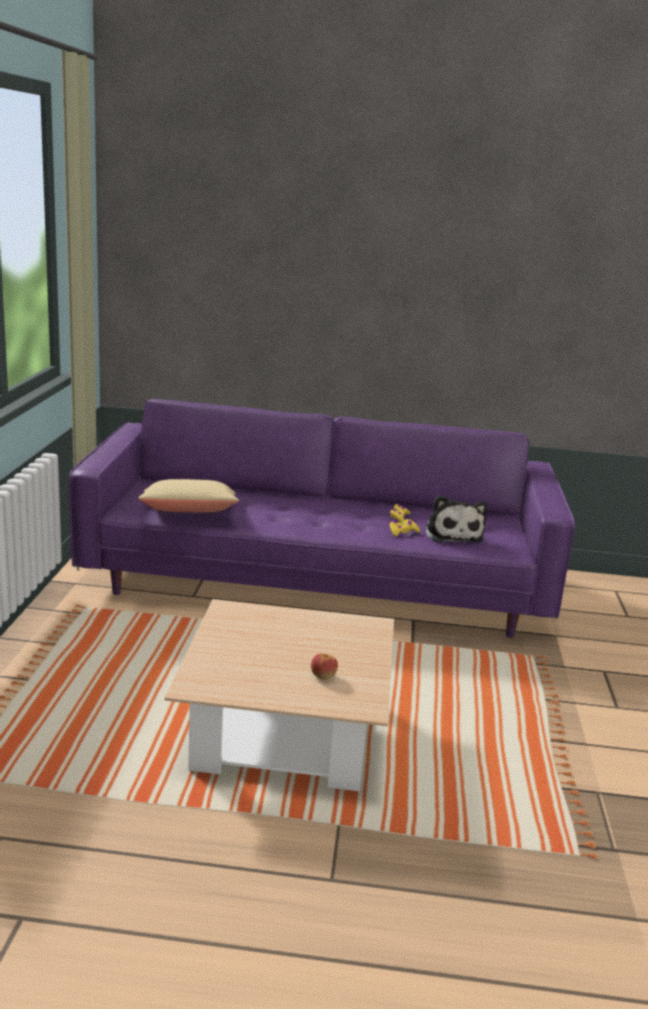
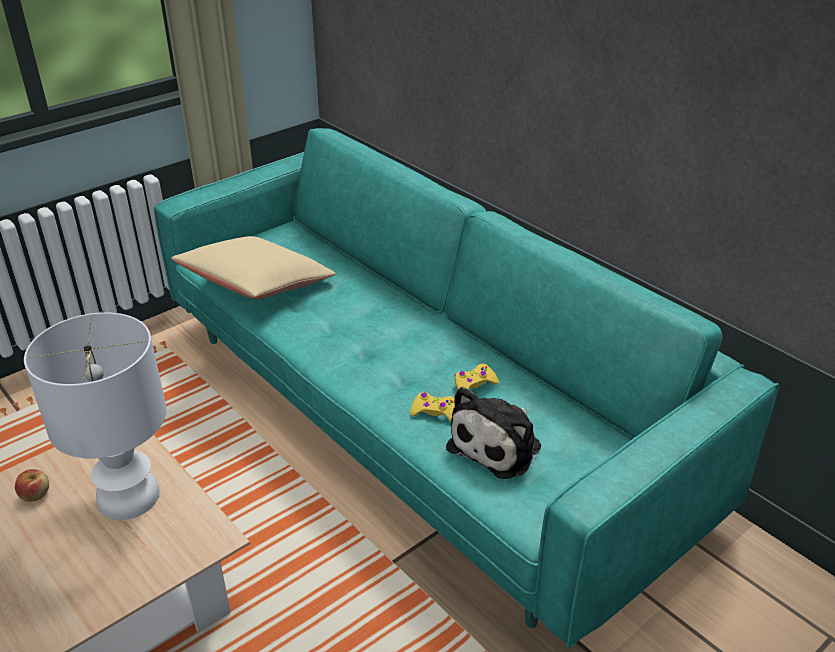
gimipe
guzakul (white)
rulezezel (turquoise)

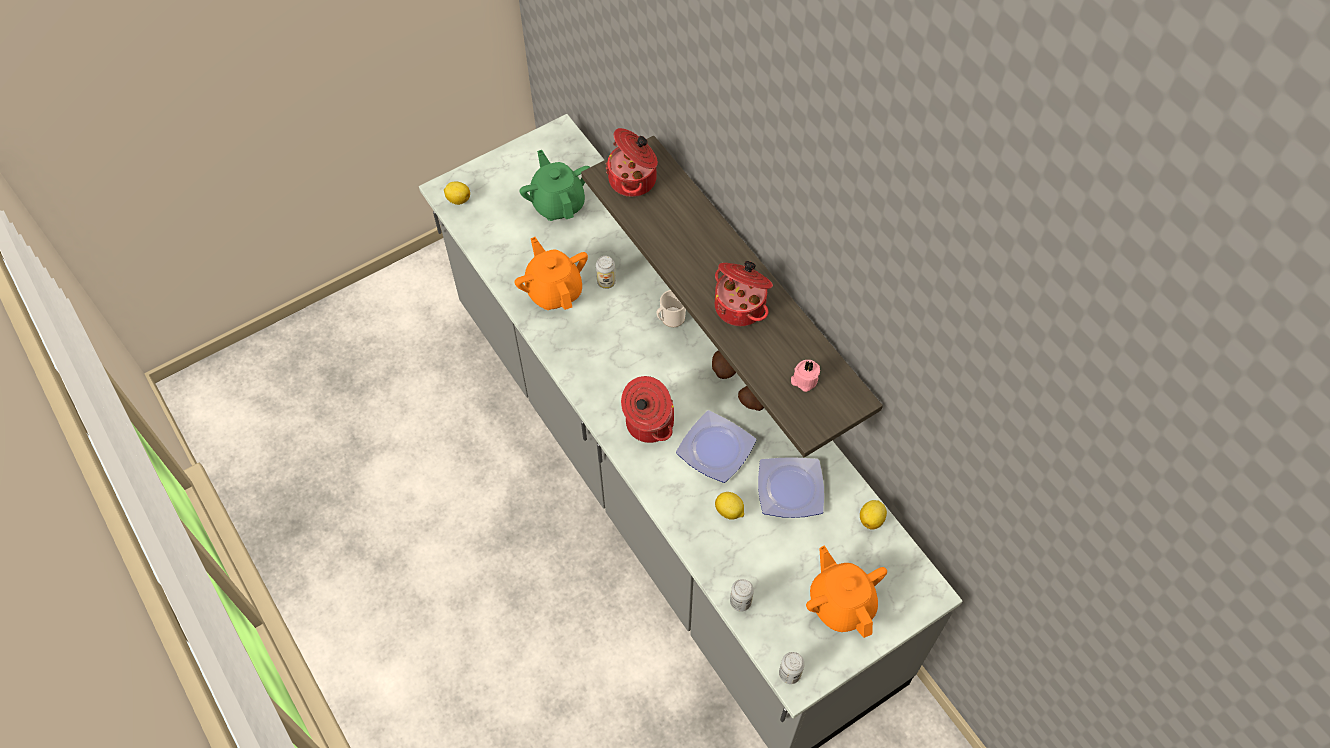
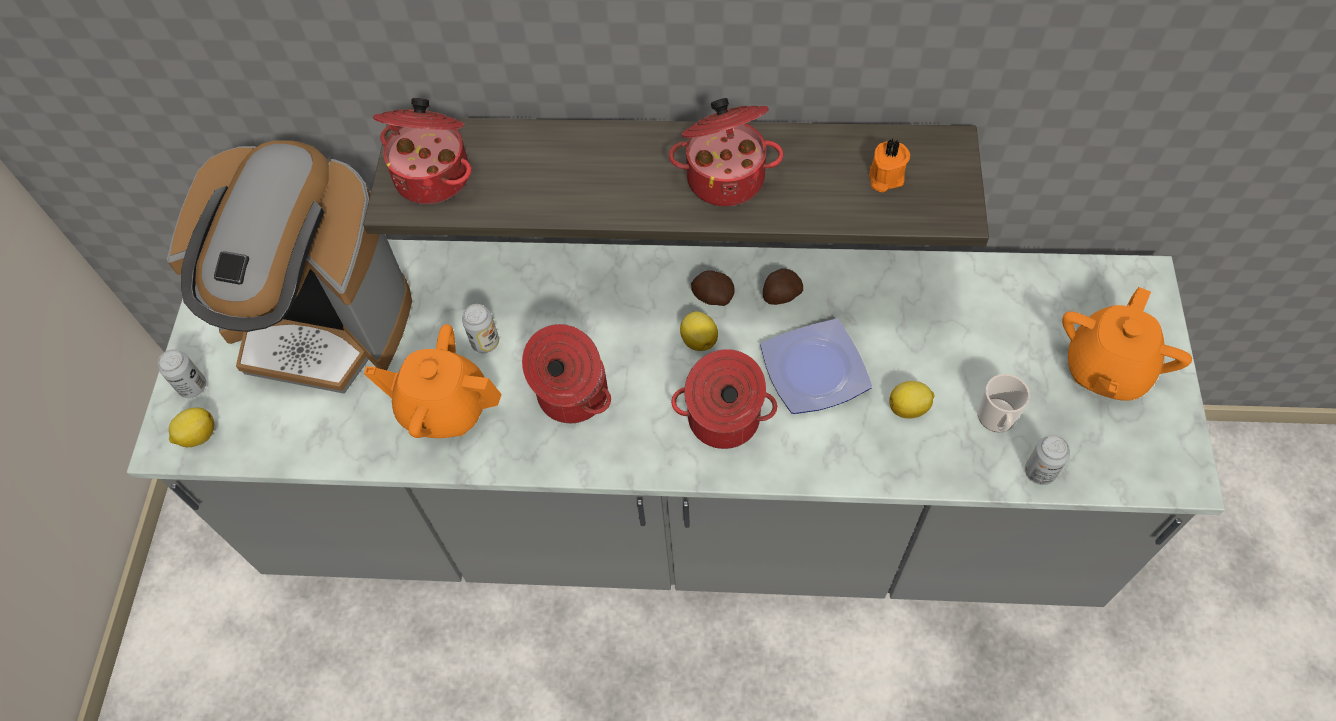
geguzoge (1st from left)
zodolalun
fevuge (2nd from left)
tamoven (2nd from left)
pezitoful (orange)
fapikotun
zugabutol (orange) (2nd from left)
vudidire (2nd from left in the first image)

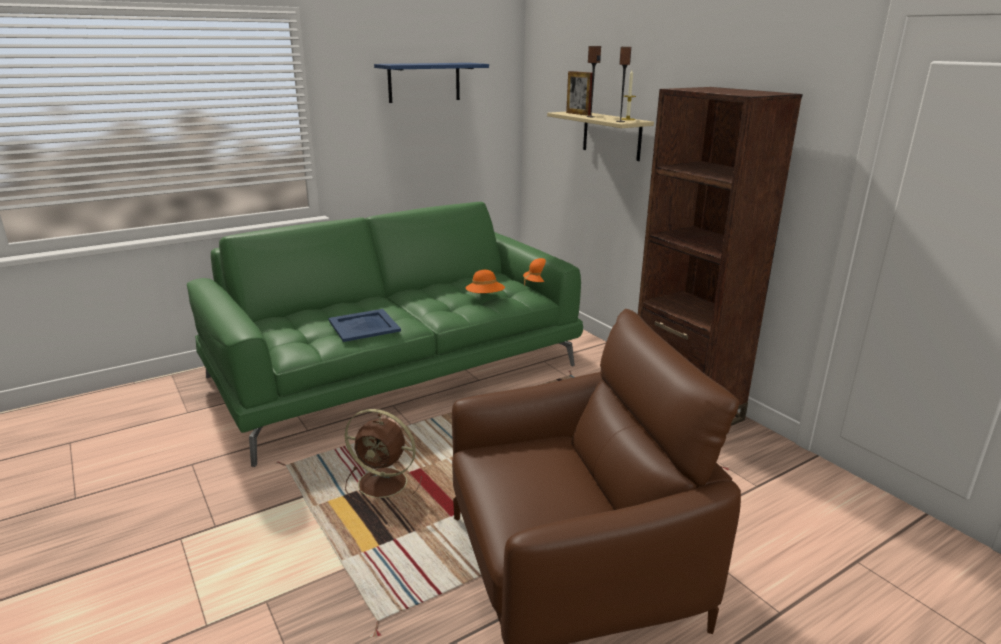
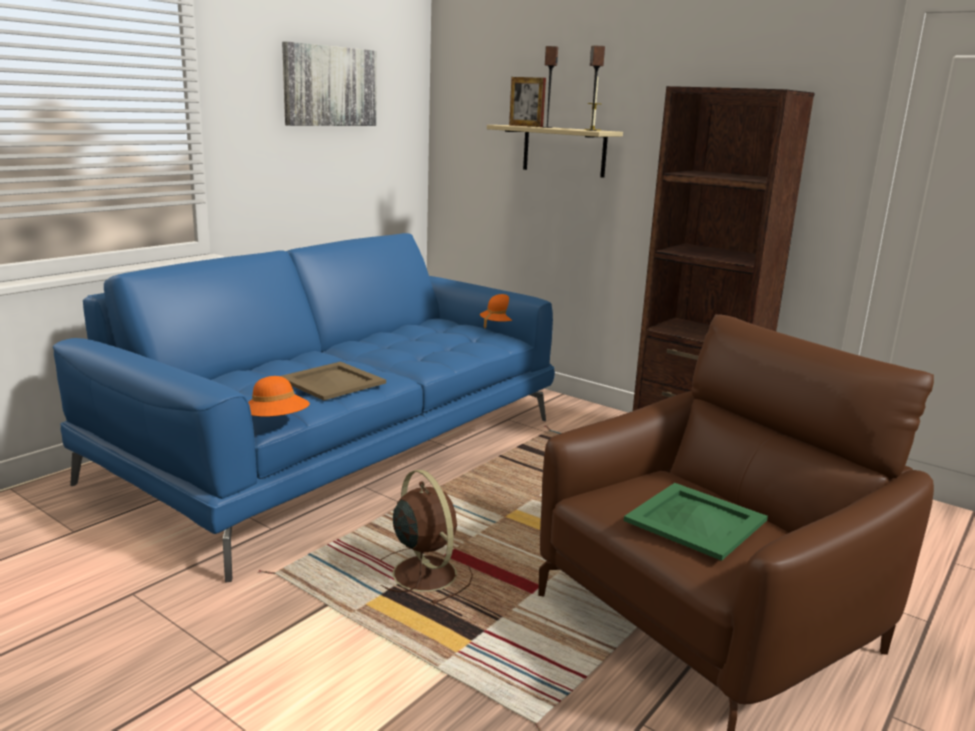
rulezezel (blue)
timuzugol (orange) (1st from left)
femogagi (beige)
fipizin
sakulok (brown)
femogagi (green)

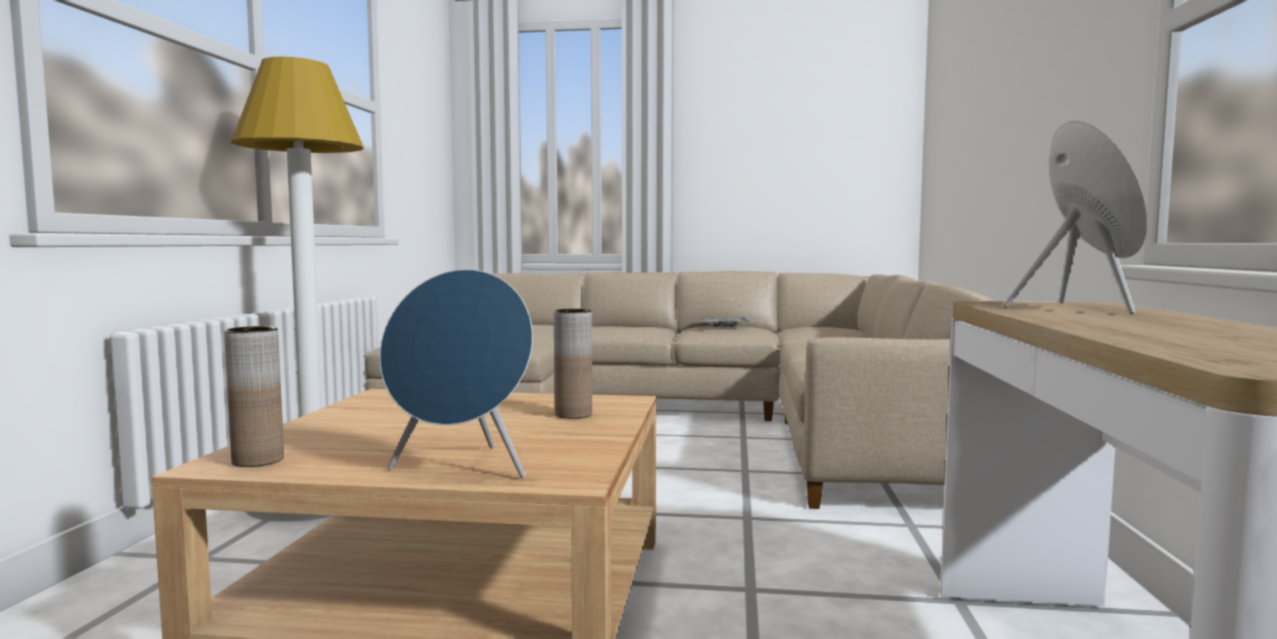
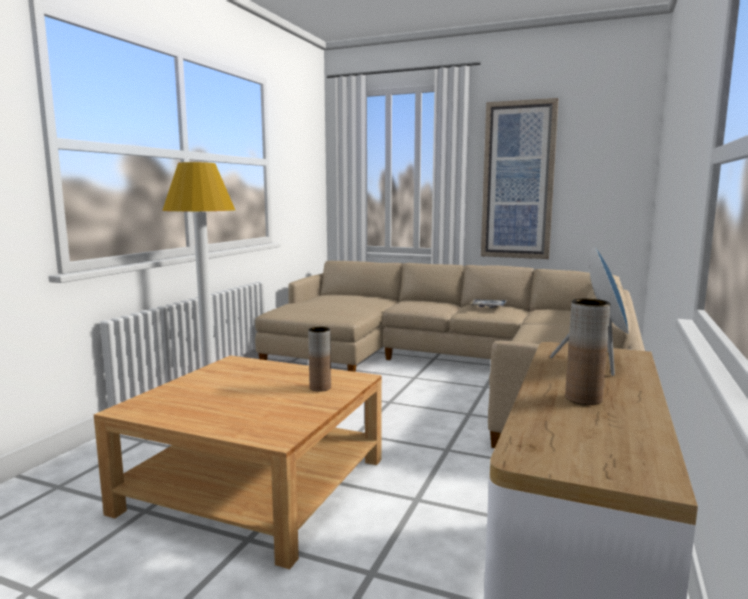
fipizin
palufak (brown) (2nd from left)
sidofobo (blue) (1st from left in the first image)

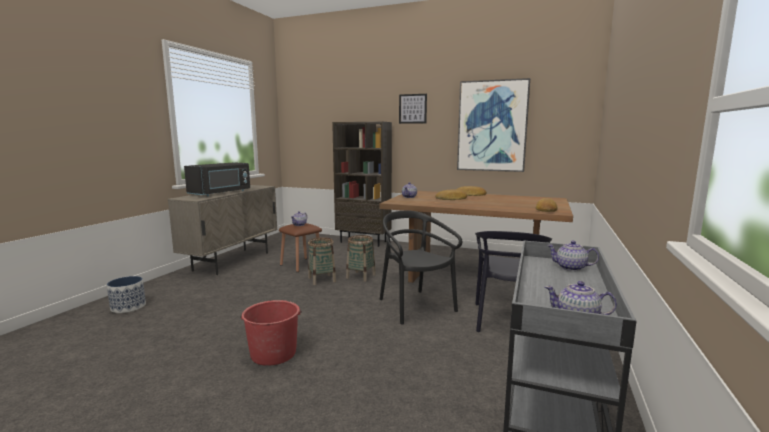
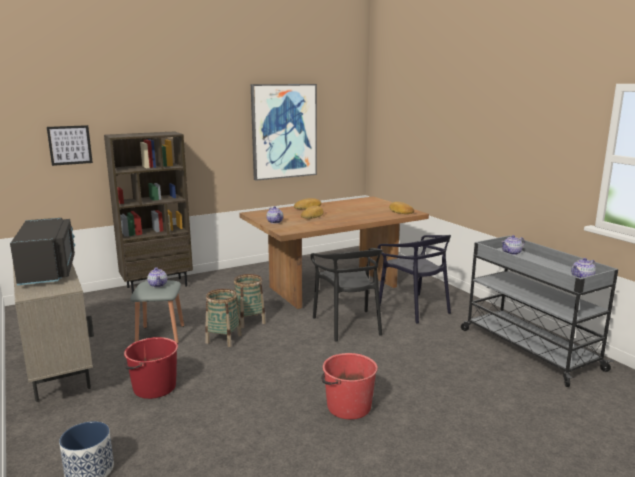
fipizin (1st from left)
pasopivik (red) (1st from left)
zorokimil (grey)
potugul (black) (1st from left)

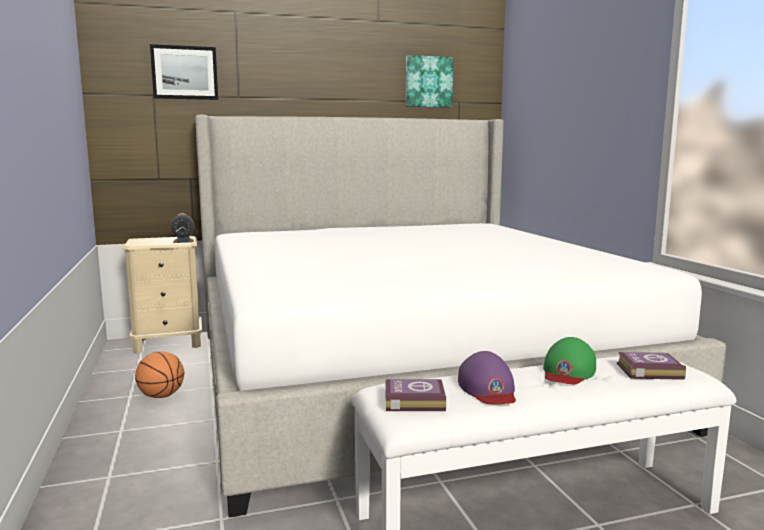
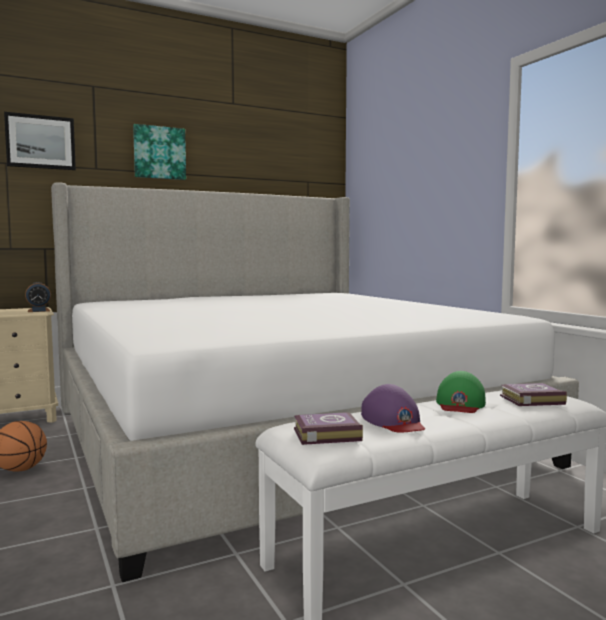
fipizin (2nd from left)

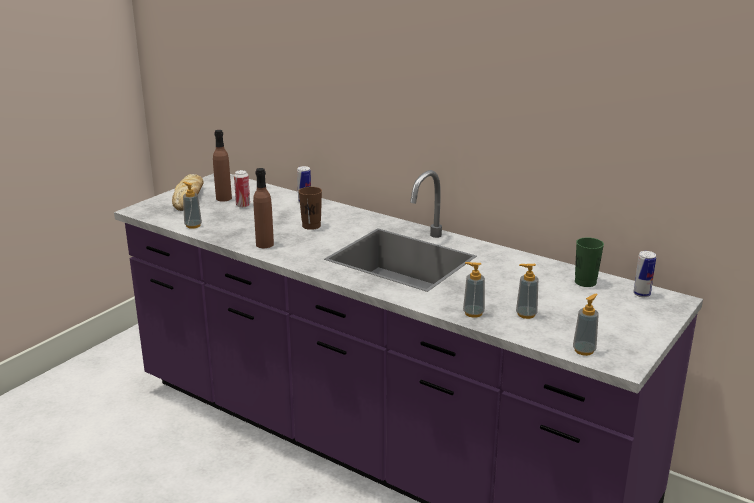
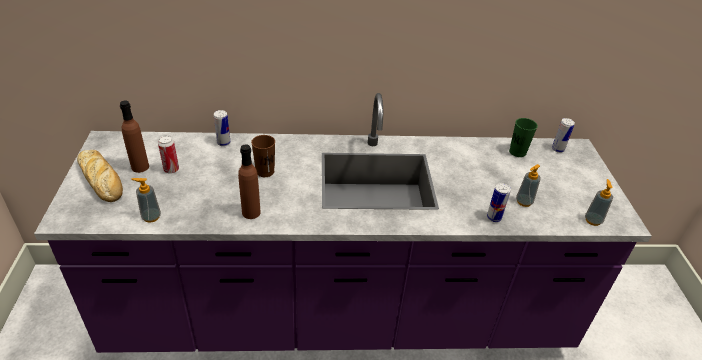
geguzoge (3rd from left)

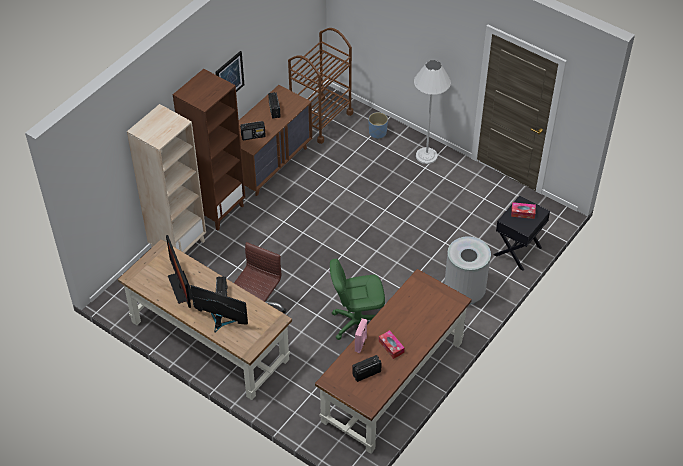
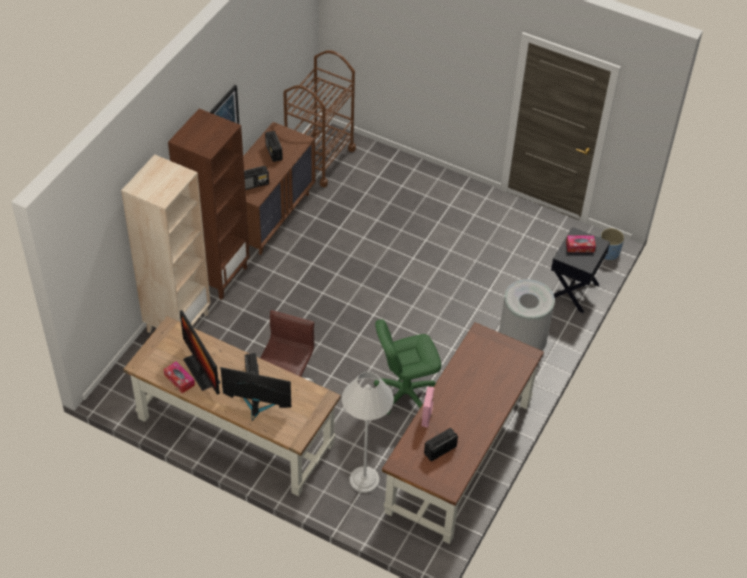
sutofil (1st from left)
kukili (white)
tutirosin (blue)

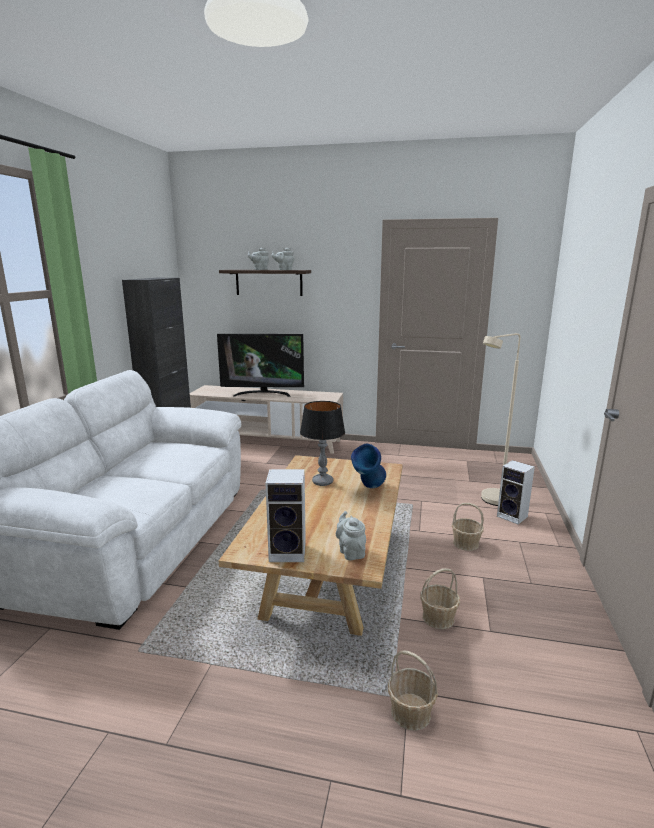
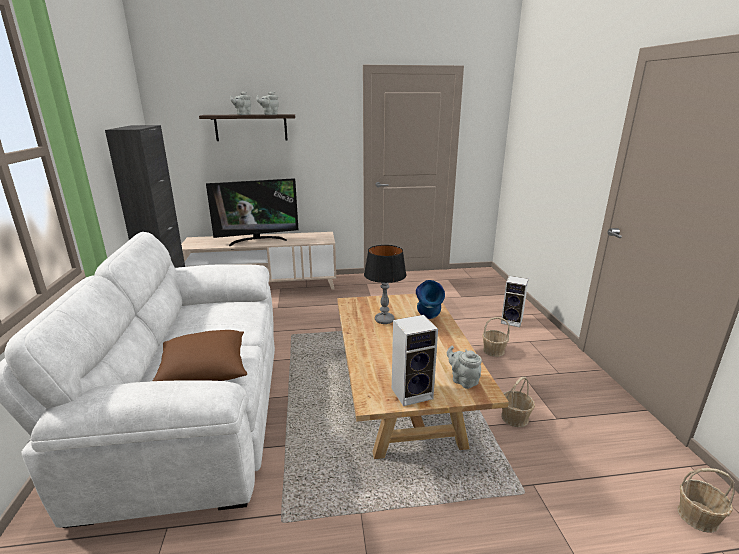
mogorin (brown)
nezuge (3rd from left)
kukili (beige)

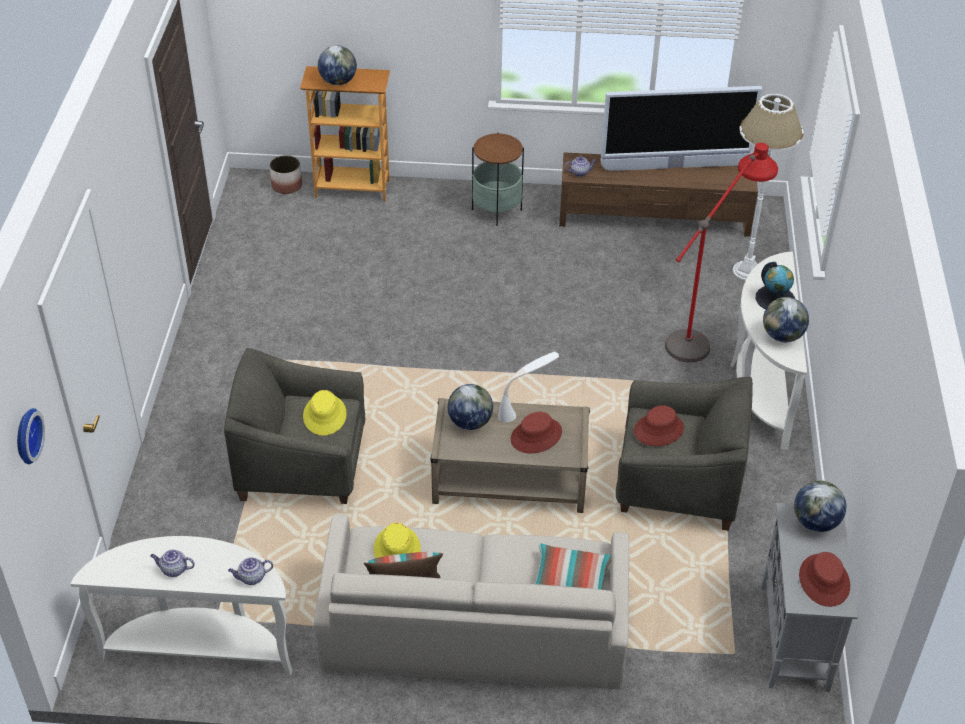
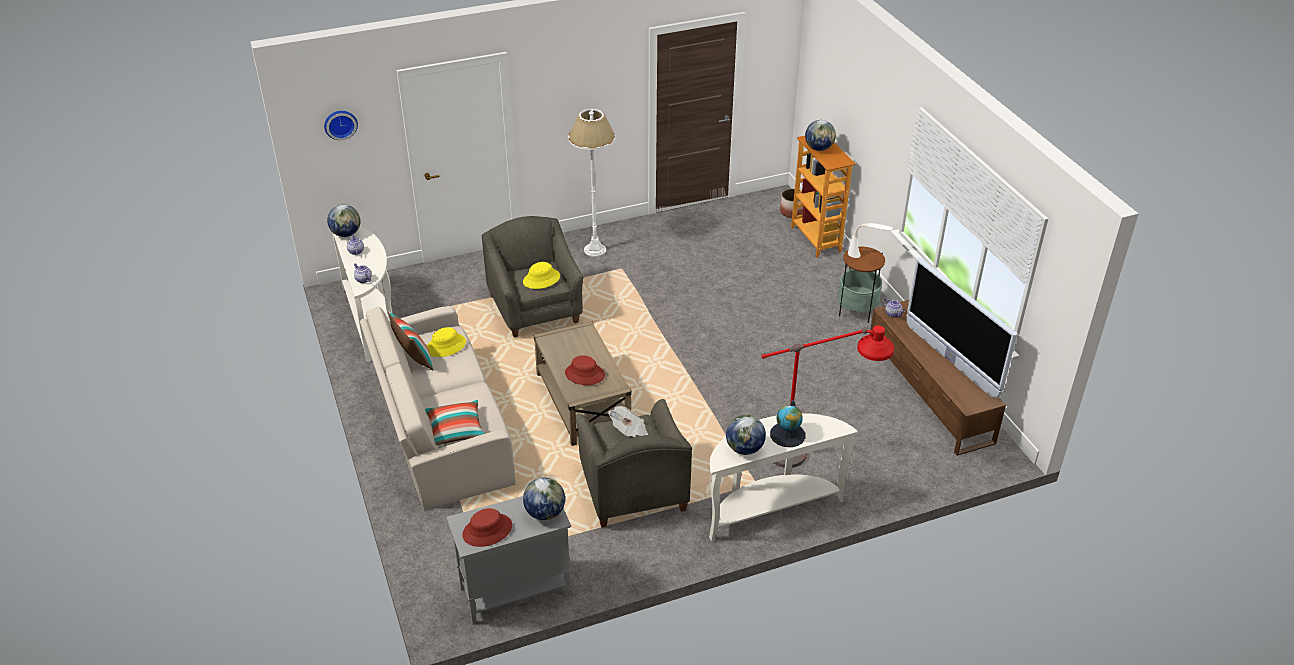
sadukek (1st from left)
kukili (white)
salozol
guzakul (white)

